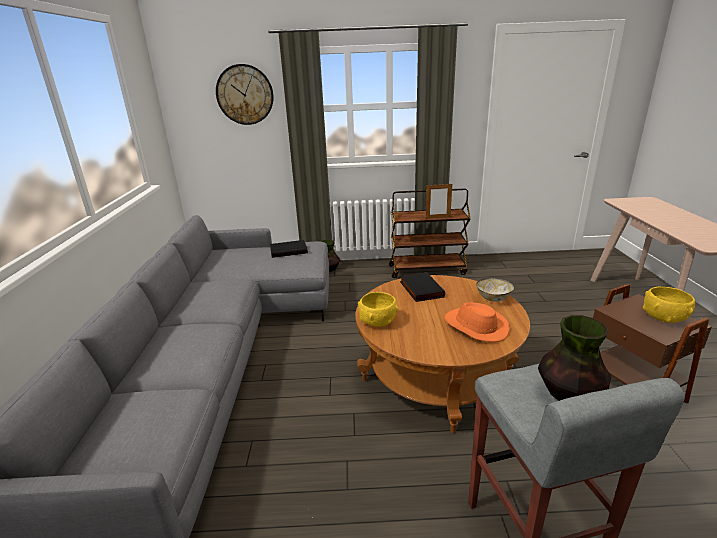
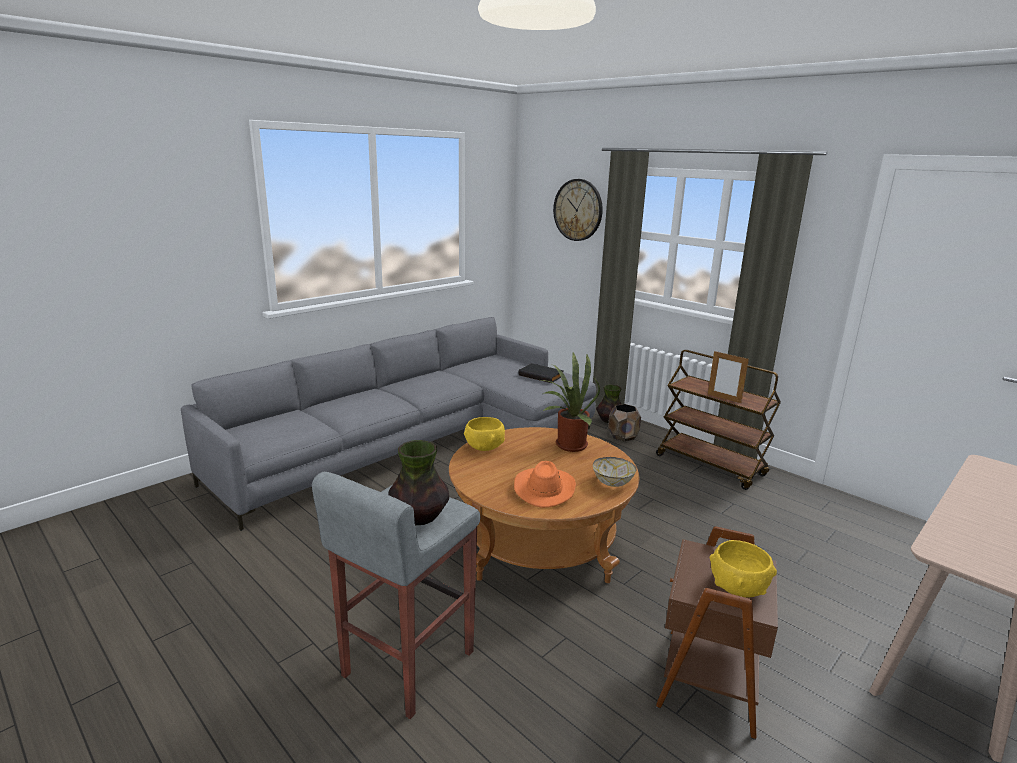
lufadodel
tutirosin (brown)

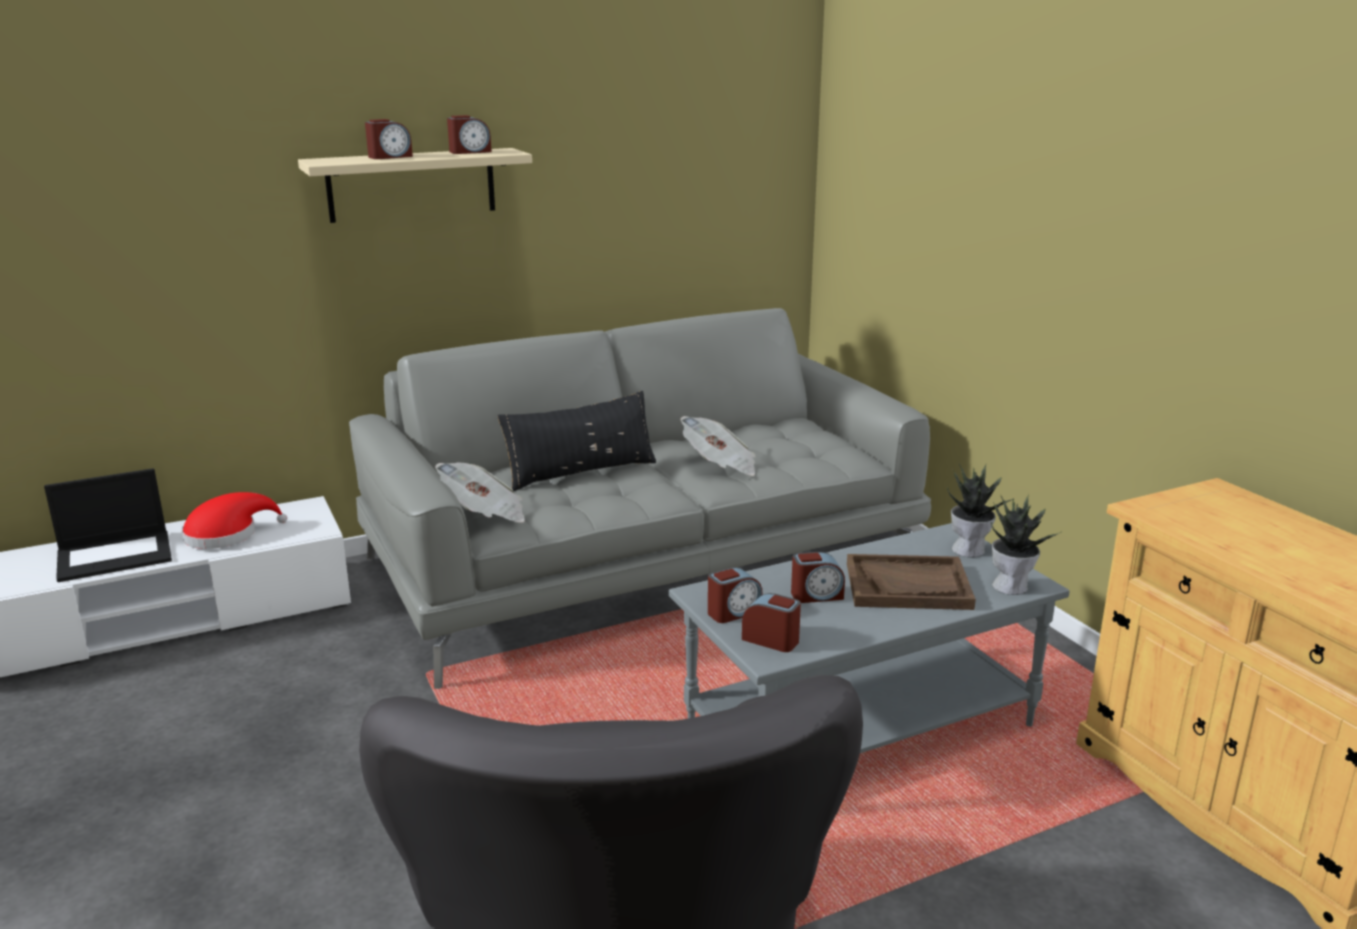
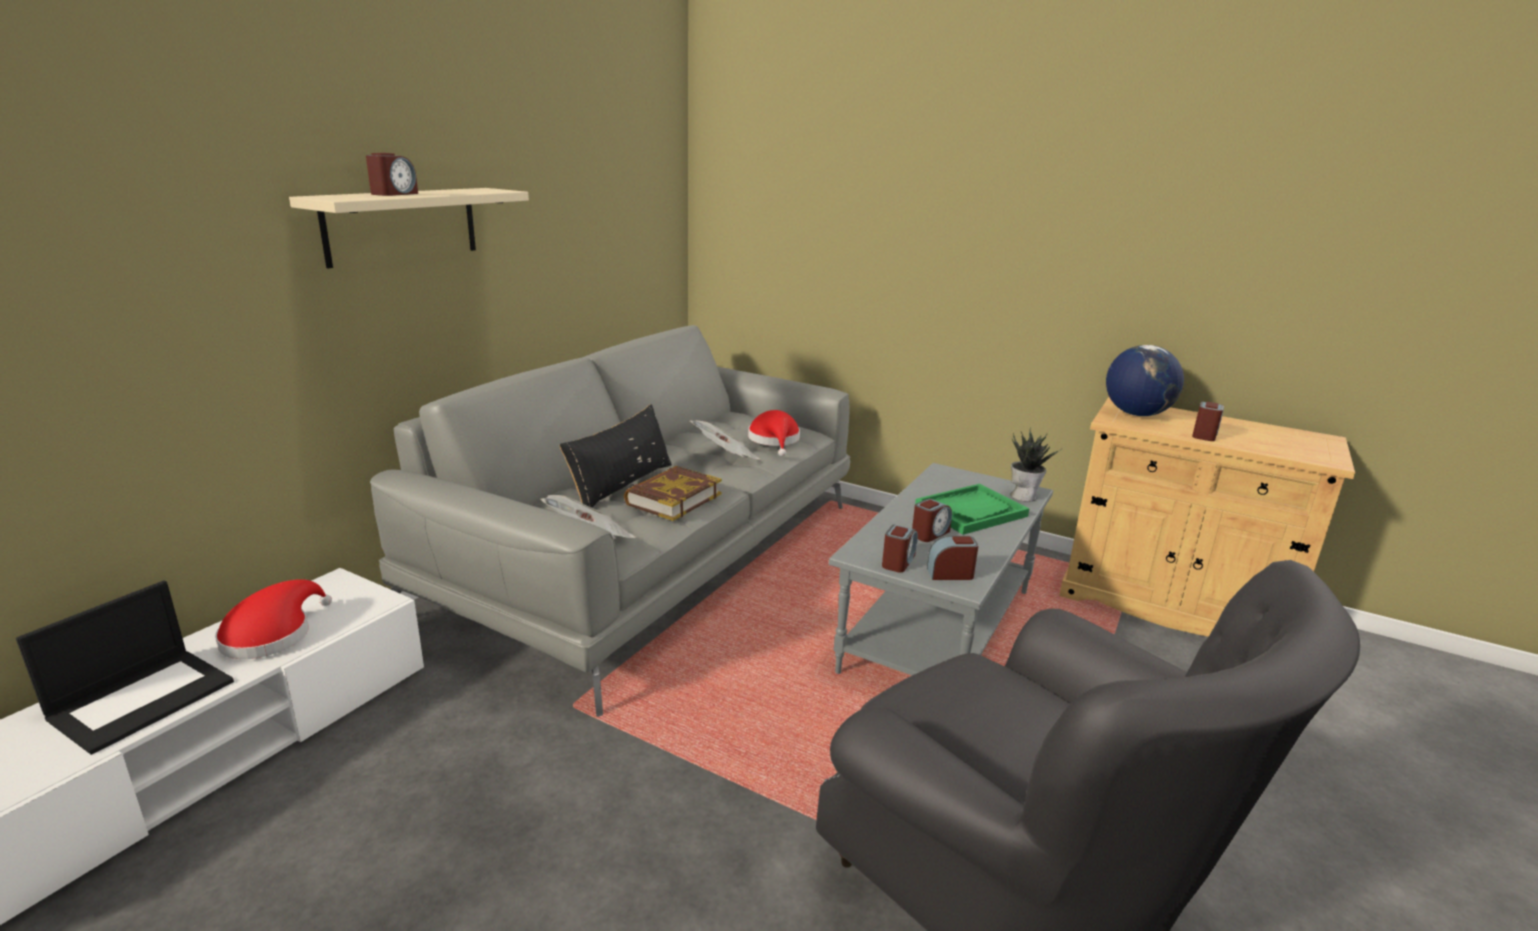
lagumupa
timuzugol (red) (2nd from left)
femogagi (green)
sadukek
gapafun (5th from left)
lufadodel (1st from left in the first image)

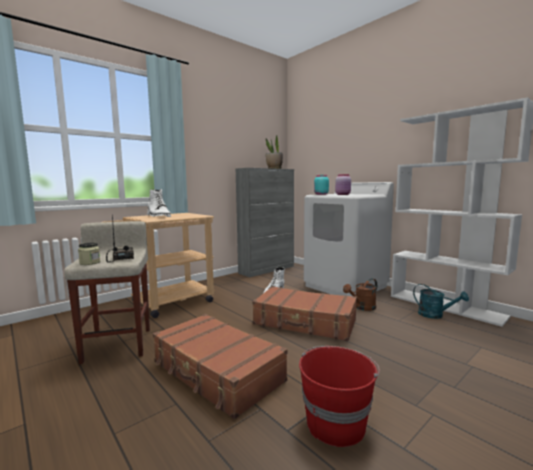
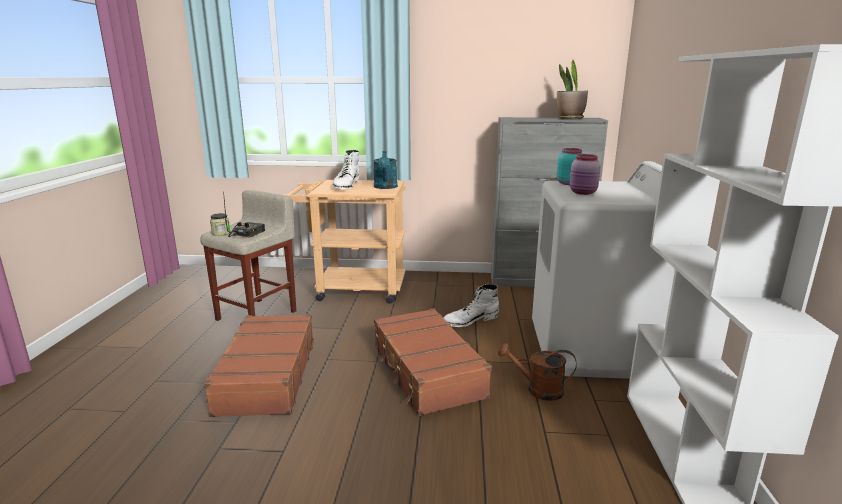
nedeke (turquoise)
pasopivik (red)

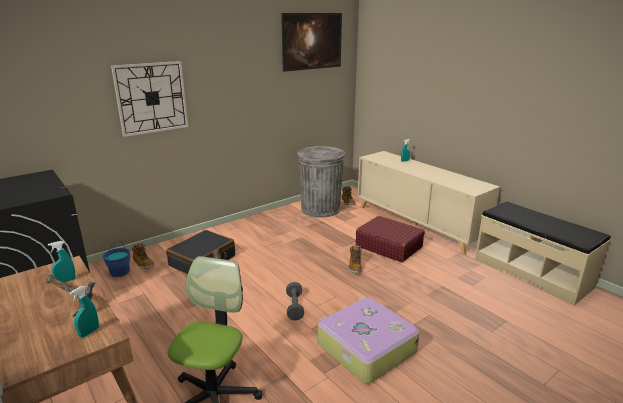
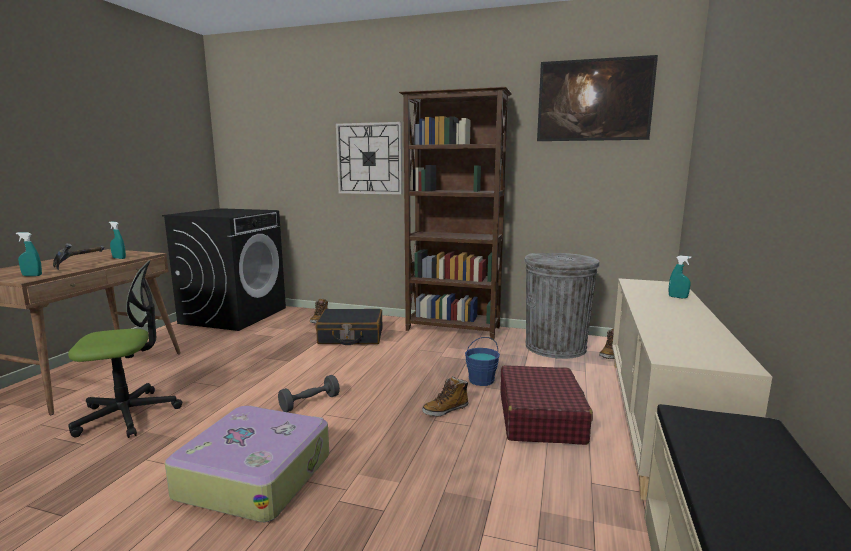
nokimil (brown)
pasopivik (blue)

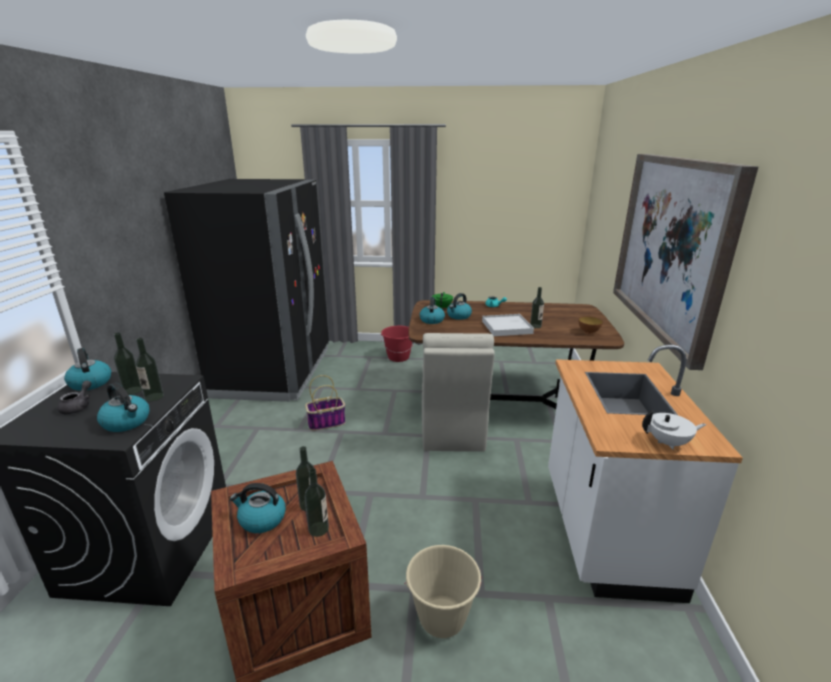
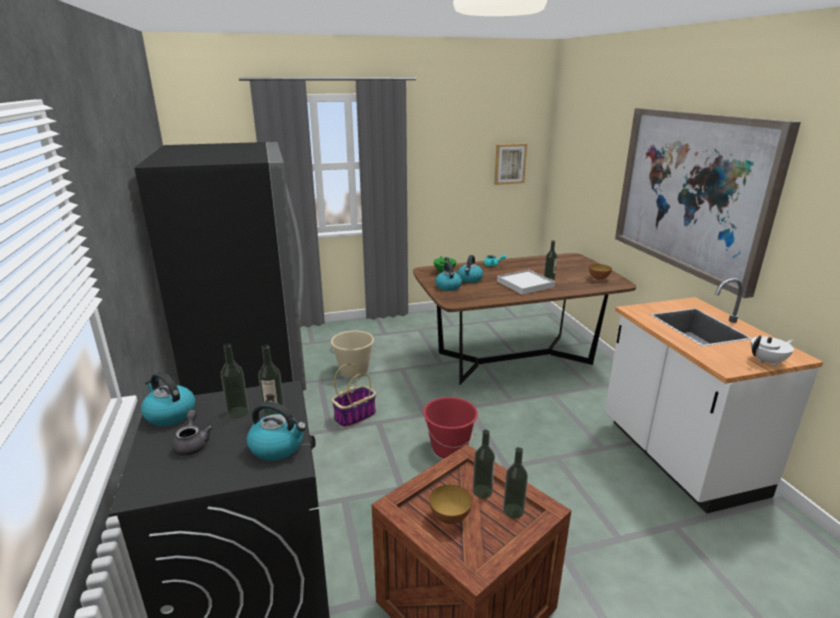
pasopivik (beige)
pasopivik (red)
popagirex (1st from left)
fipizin (1st from left)
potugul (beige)

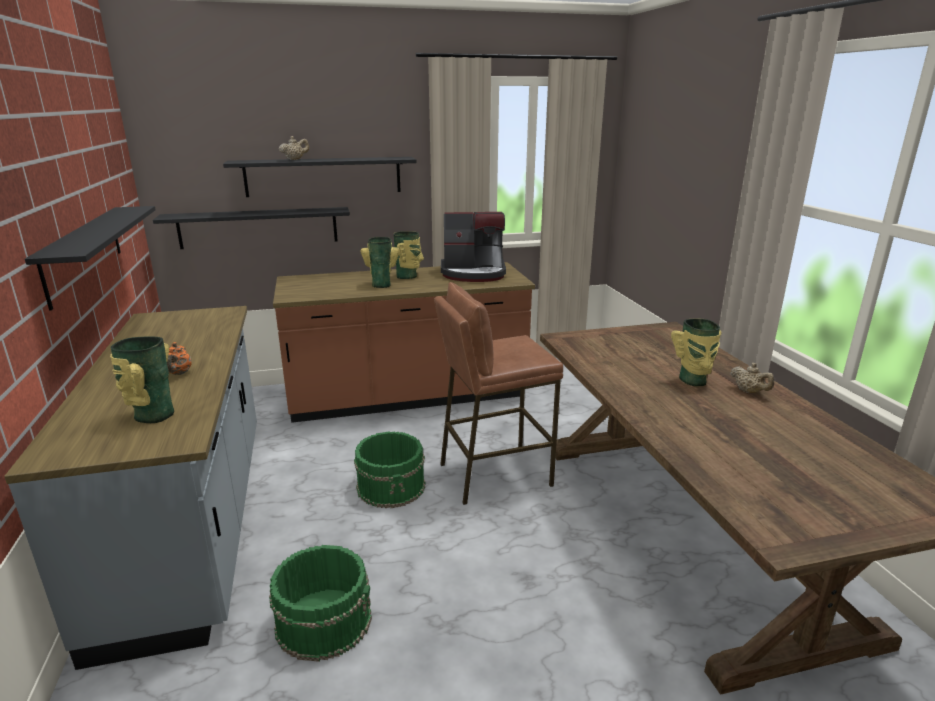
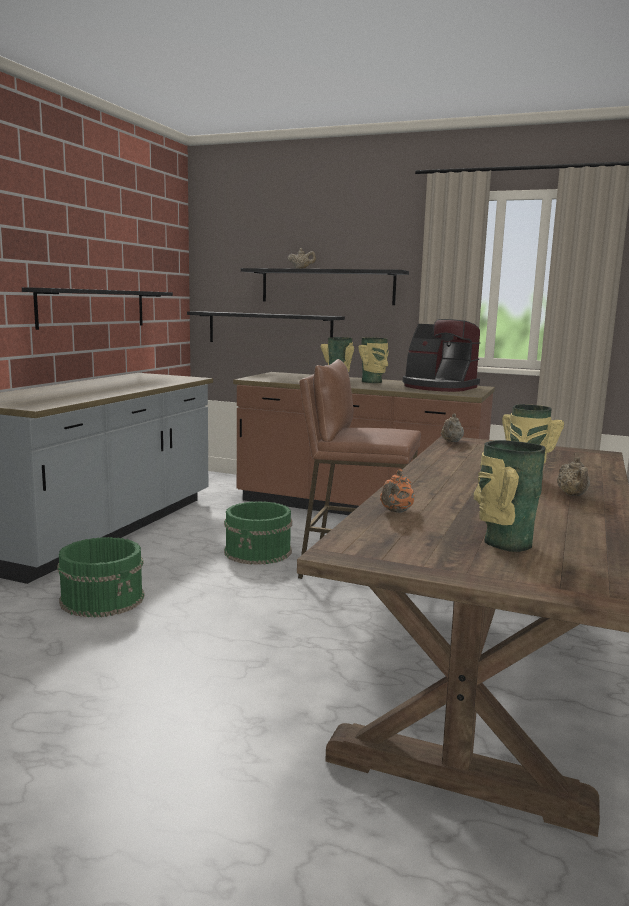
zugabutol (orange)
zugabutol (beige) (2nd from left)
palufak (3rd from left)

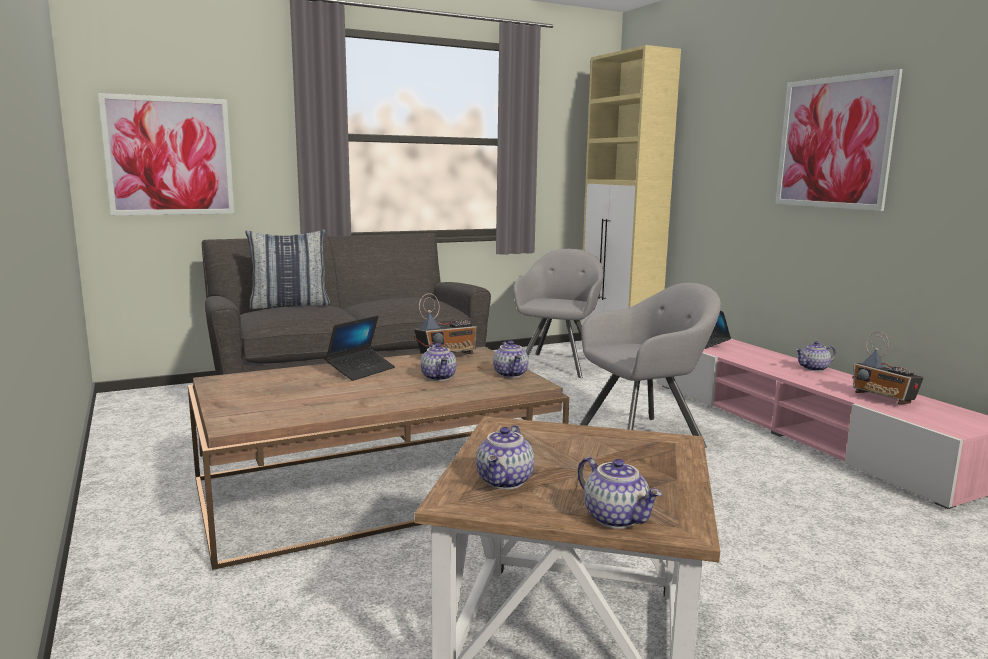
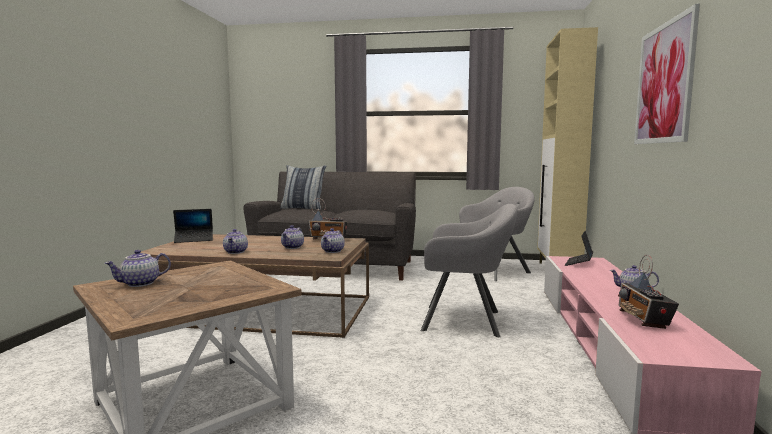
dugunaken (1st from left)
zugabutol (2nd from left)
fipizin (1st from left in the first image)

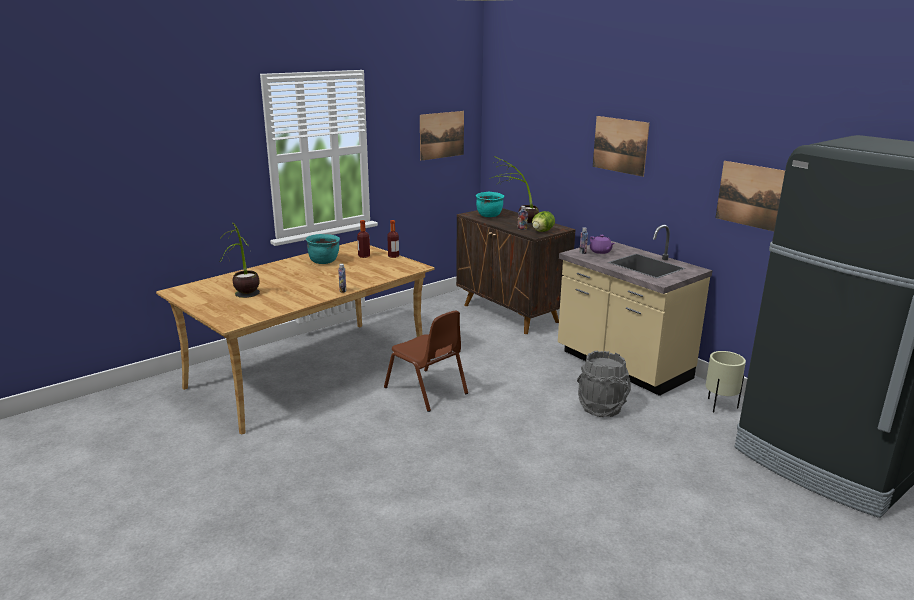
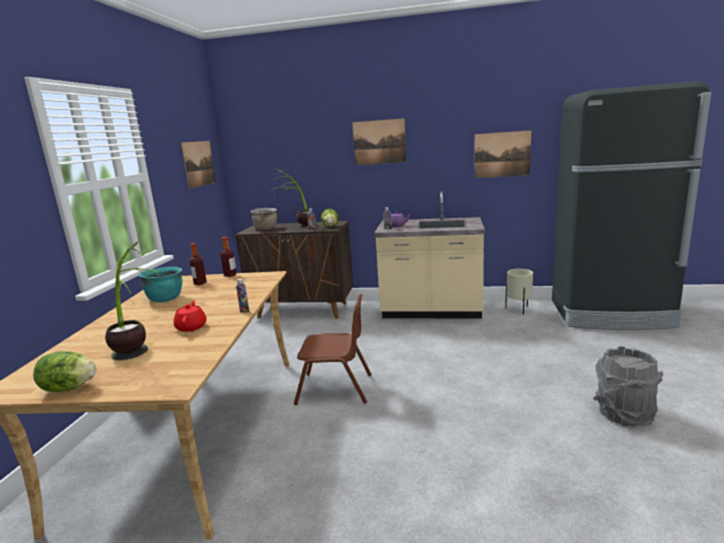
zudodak (1st from left)
zugabutol (red)
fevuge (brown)
pasopivik (grey)

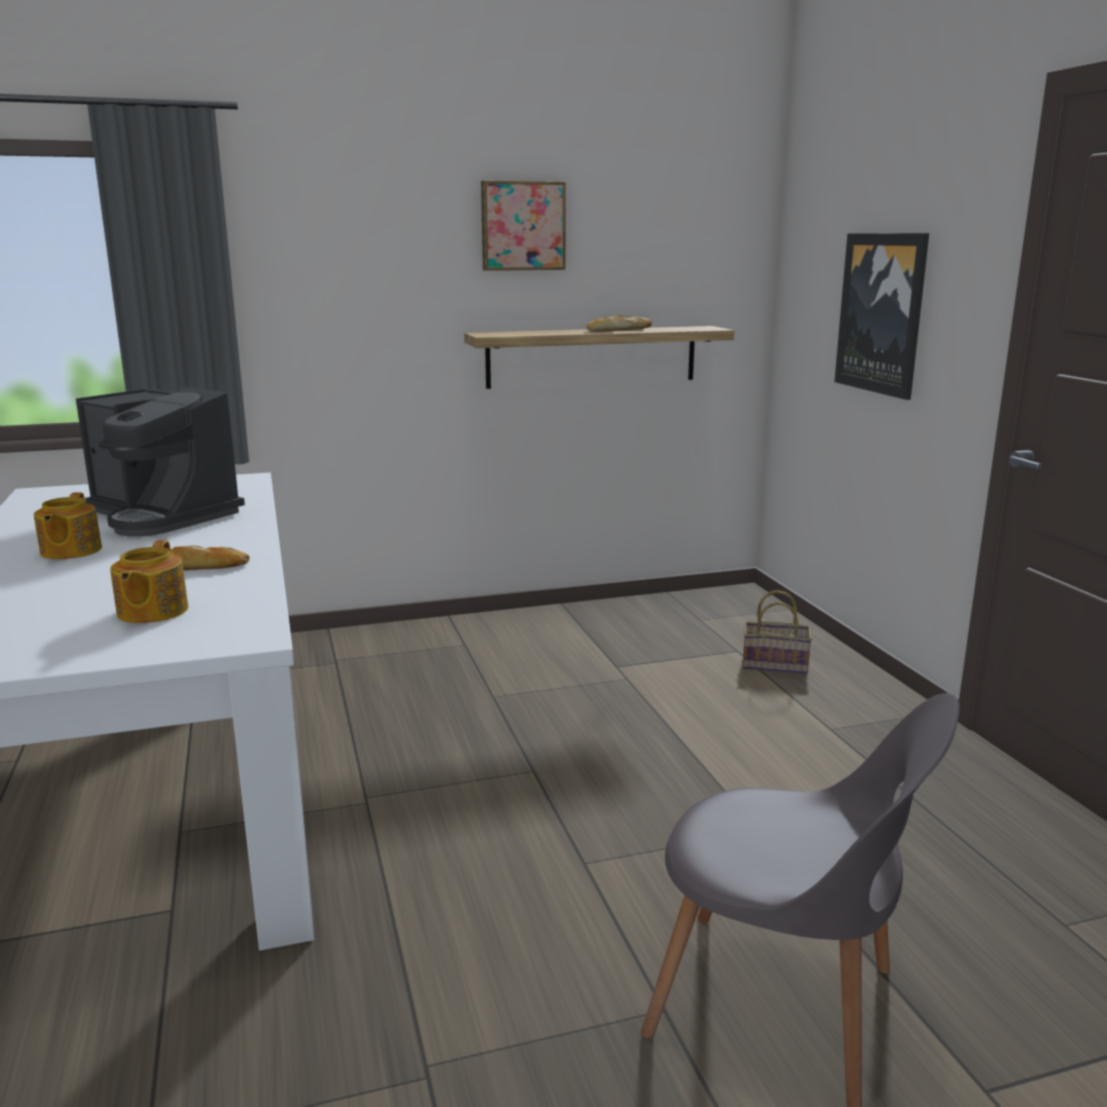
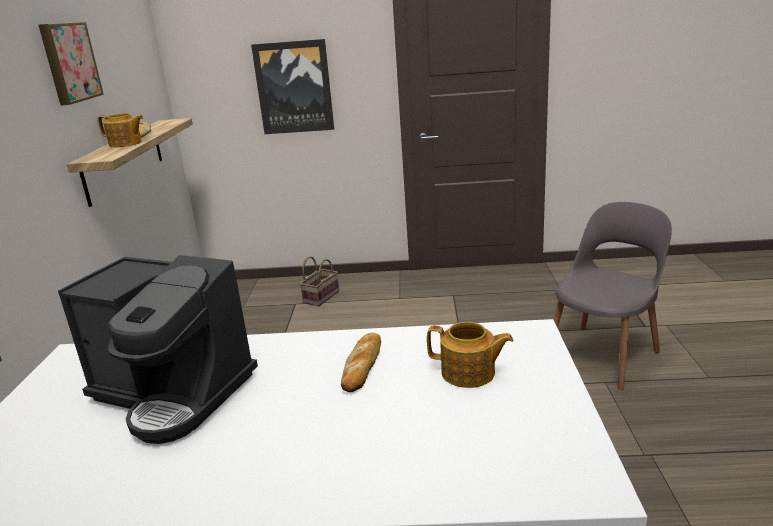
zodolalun
zugabutol (1st from left)

